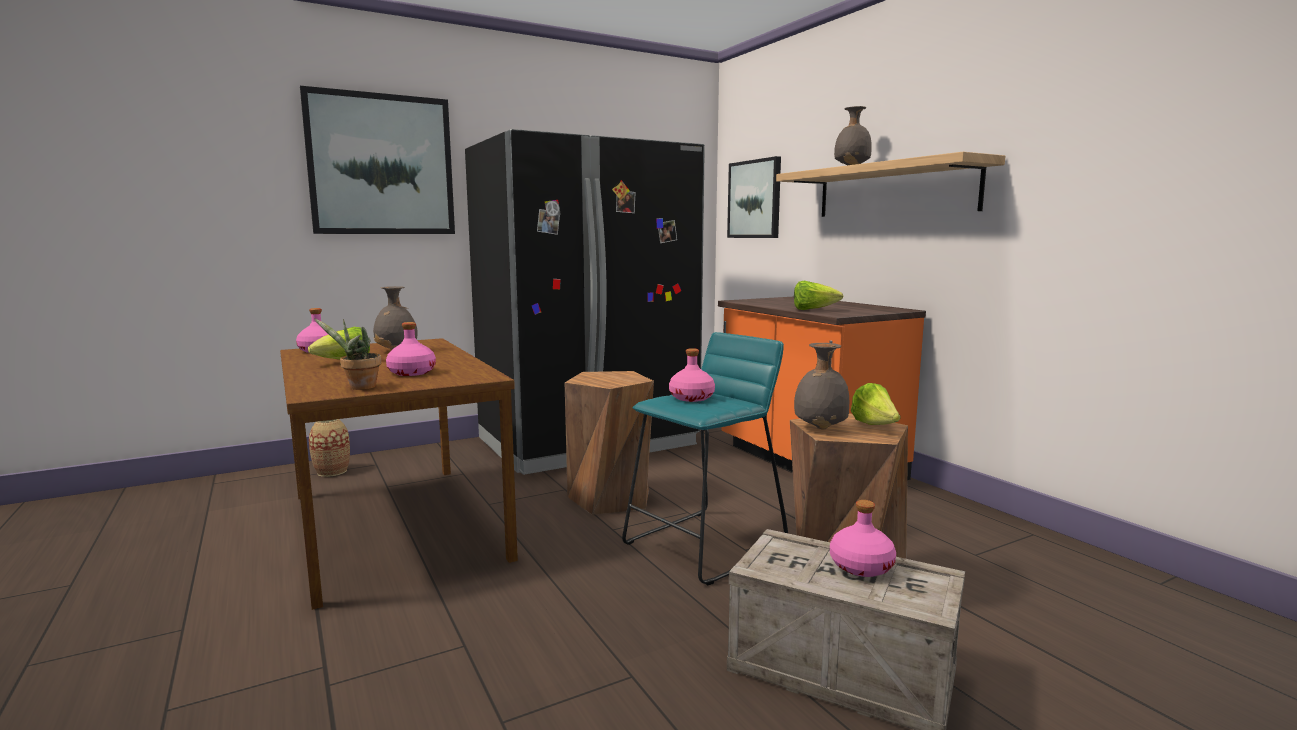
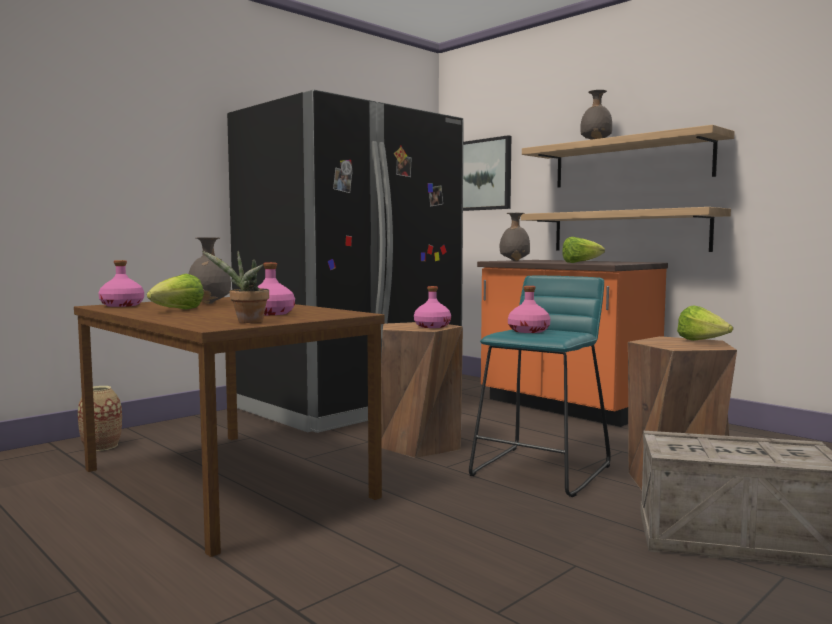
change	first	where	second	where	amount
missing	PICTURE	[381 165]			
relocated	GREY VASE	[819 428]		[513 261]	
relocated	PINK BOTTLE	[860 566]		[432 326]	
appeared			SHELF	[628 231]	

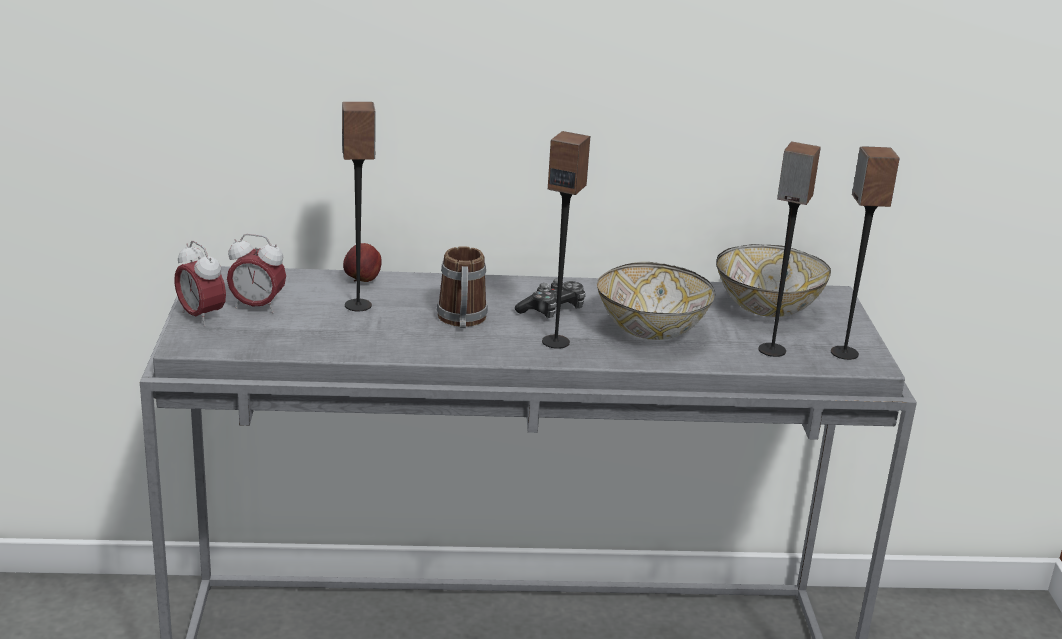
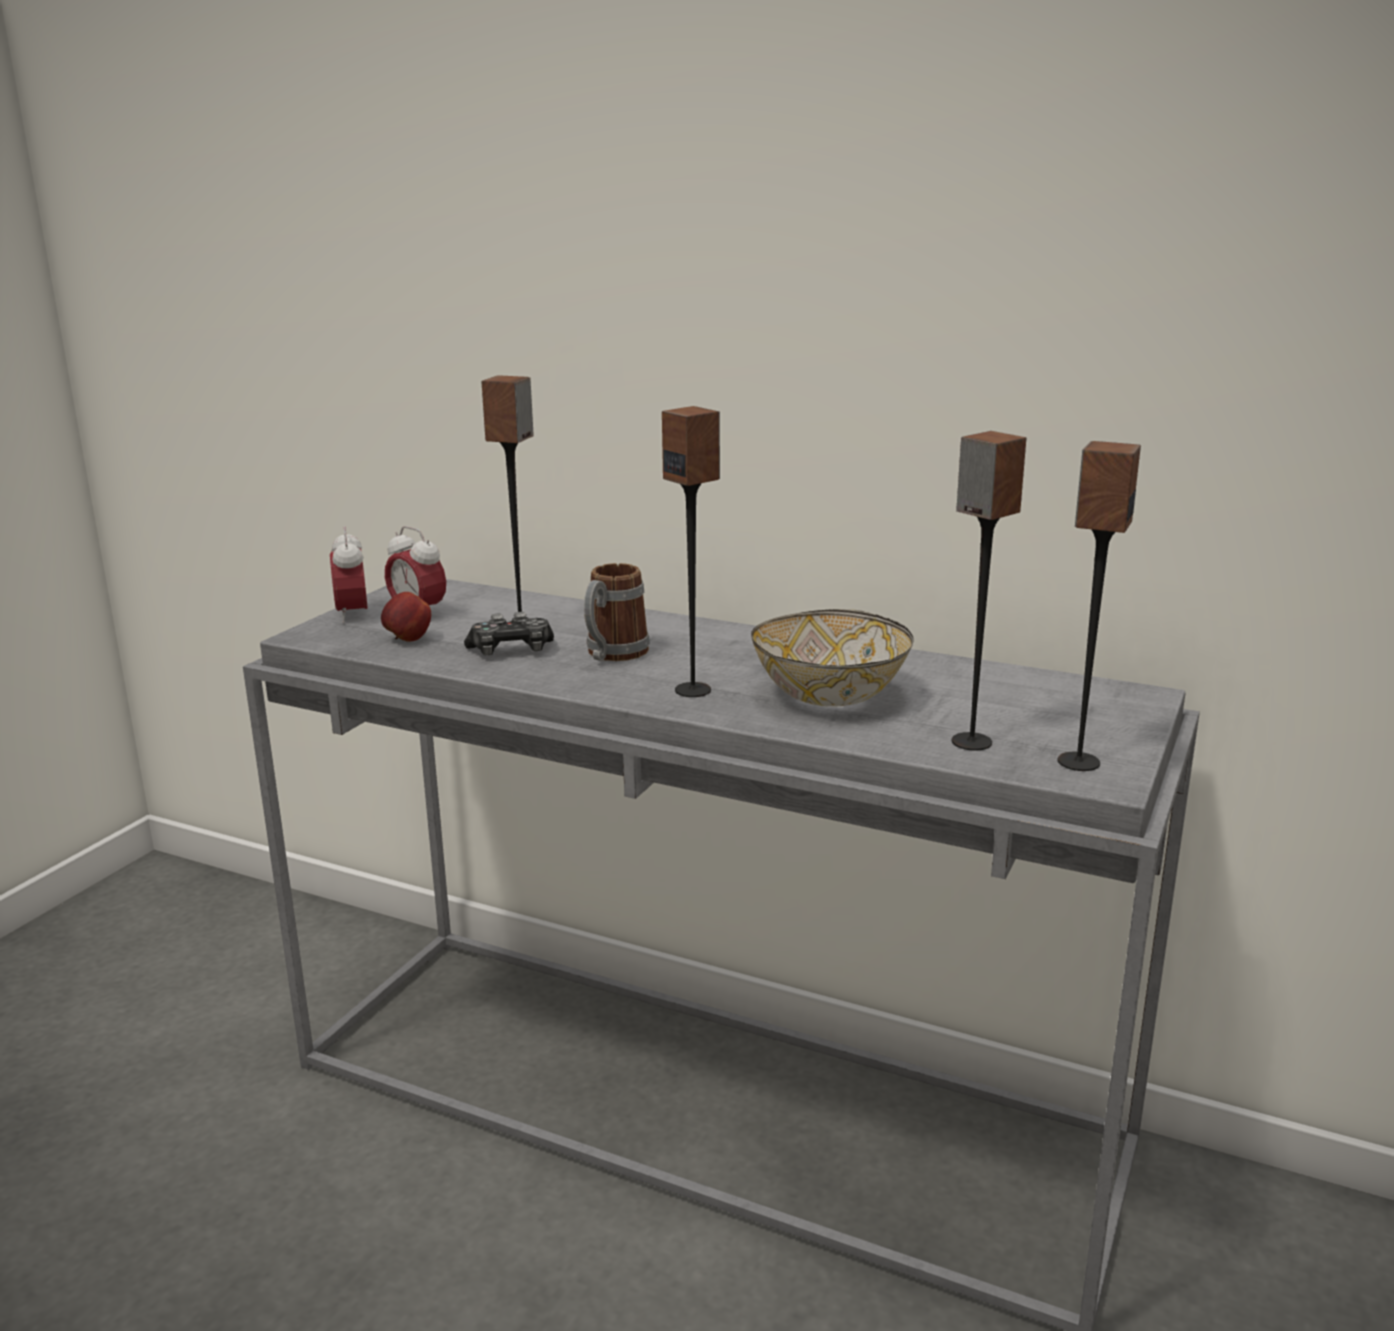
change	first	where	second	where	amount
relocated	APPLE	[362 280]		[408 640]	
missing	BOWL	[765 308]			
relocated	GAME CONTROLLER	[553 310]		[511 651]	

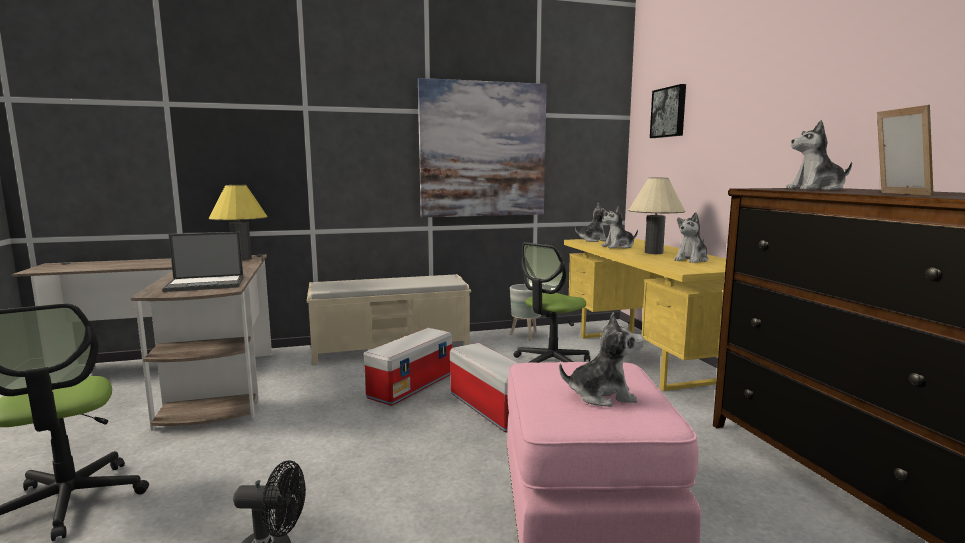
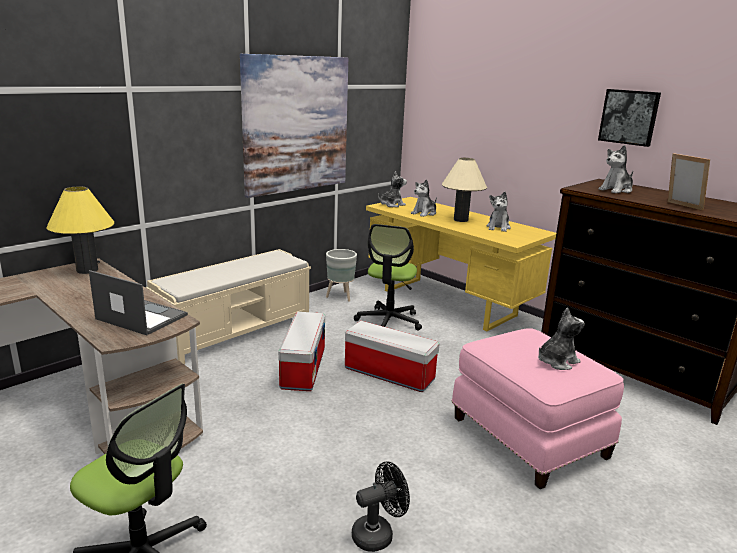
change	first	where	second	where	amount
relocated	PICTURE	[669 112]		[629 117]	
spun	LAPTOP	[206 284]		[140 317]	105 degrees counterclockwise

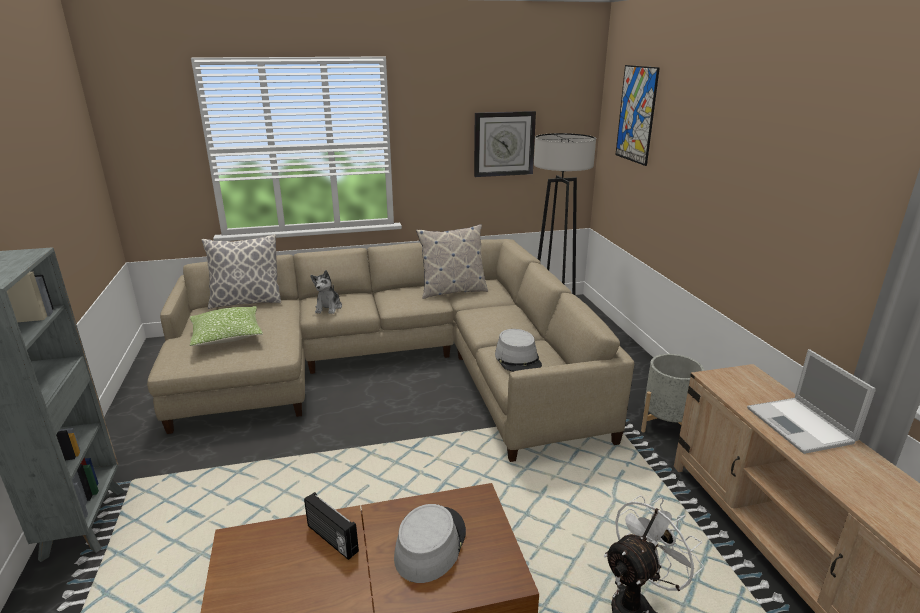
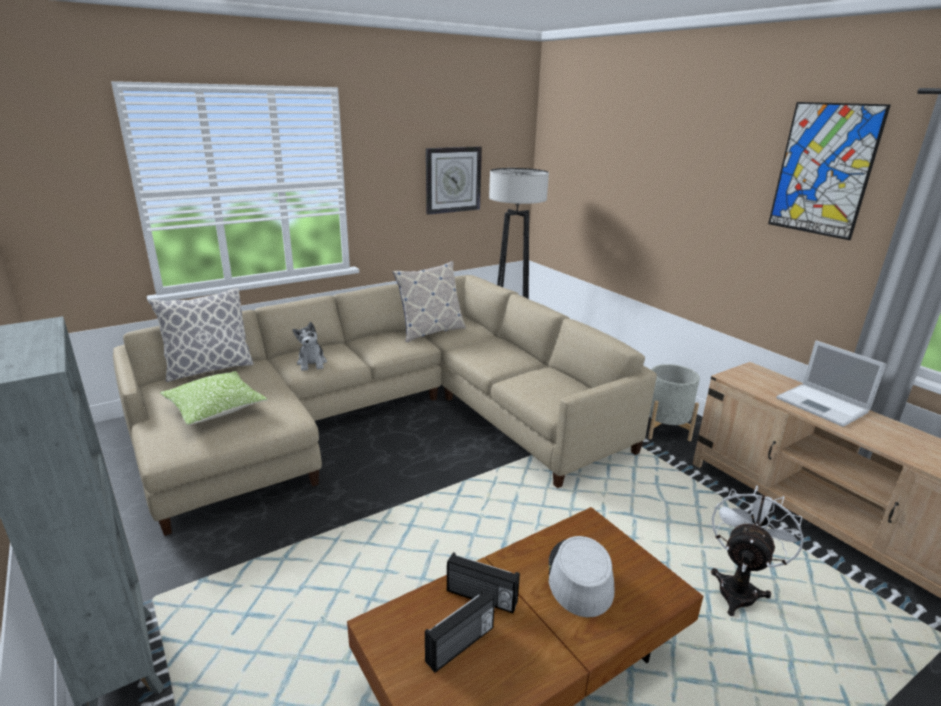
change	first	where	second	where	amount
relocated	PICTURE	[636 114]		[824 170]	
missing	GREY HAT	[518 359]			
appeared			RADIO	[461 645]	

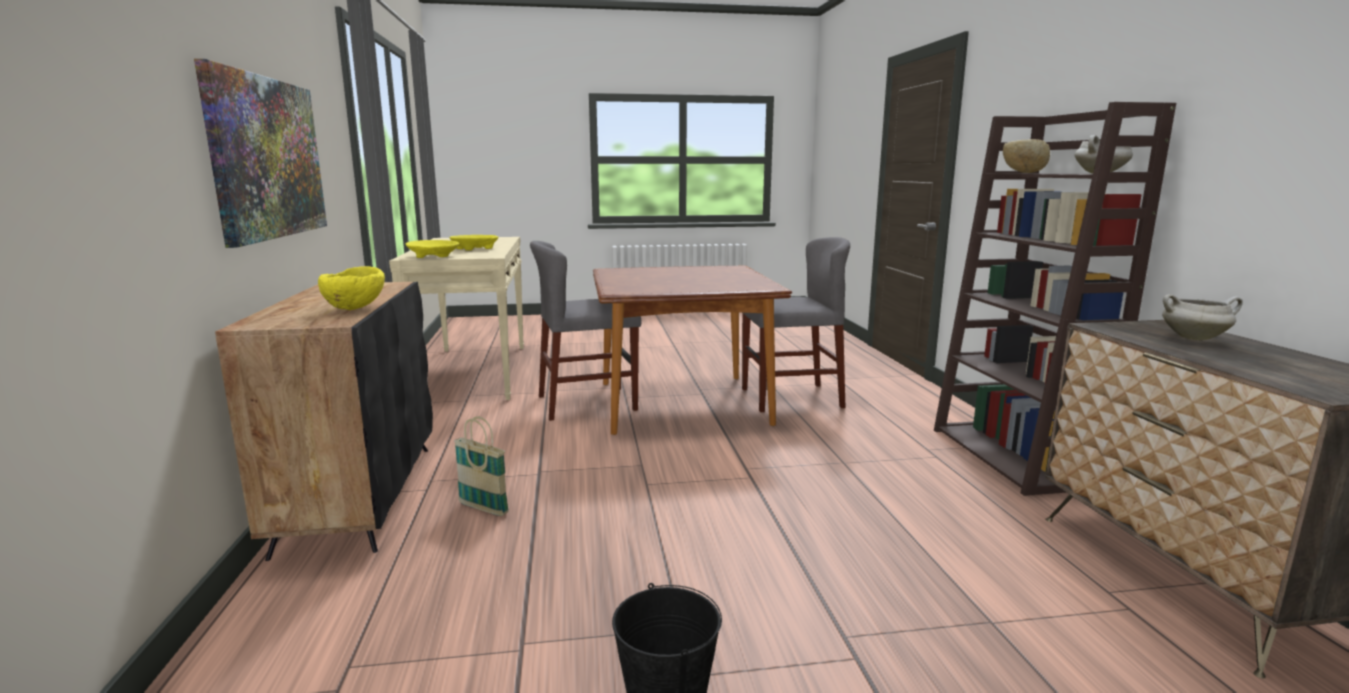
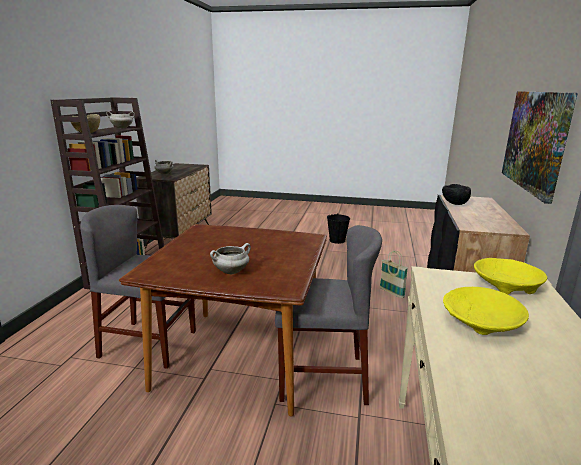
change	first	where	second	where	amount
colour	YELLOW BOWL	[355 309]	BLACK BOWL	[454 204]	
appeared			WHITE COOKING POT	[231 271]	

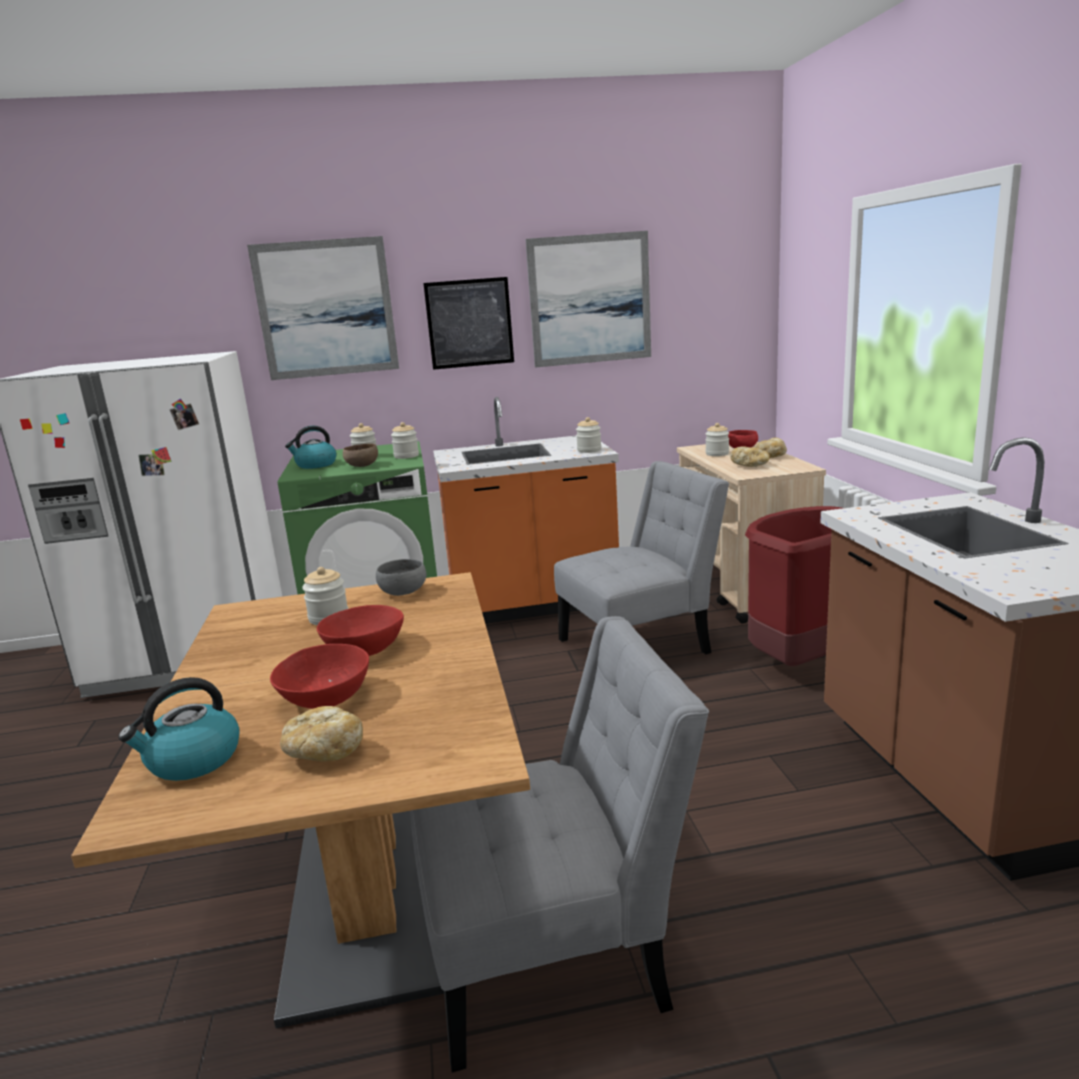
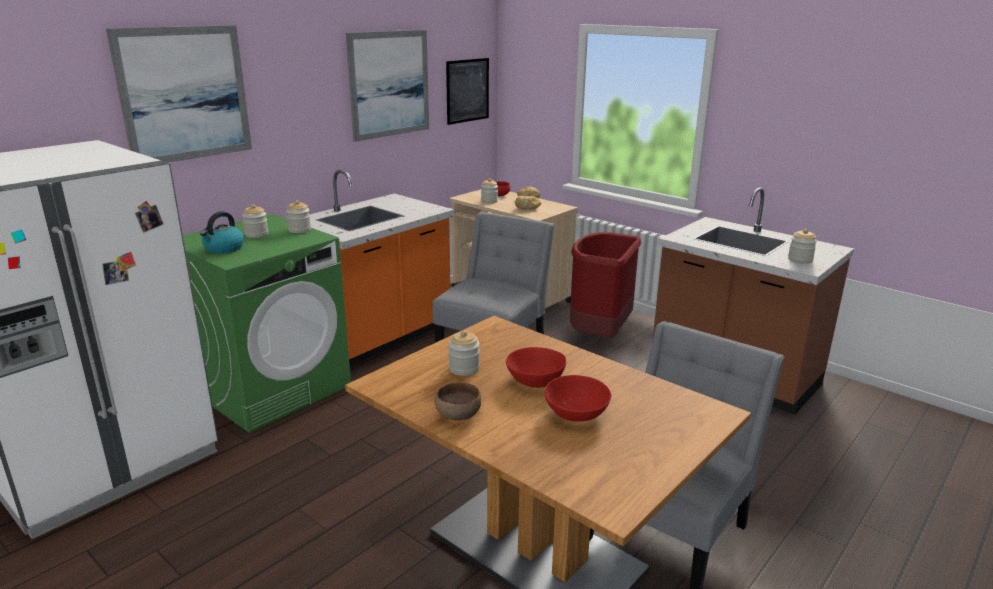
change	first	where	second	where	amount
relocated	PICTURE	[469 323]		[467 90]	
relocated	JAR	[589 450]		[800 259]	
relocated	BROWN BOWL	[361 466]		[457 415]	
missing	GREY BOWL	[403 592]			
missing	KETTLE	[193 760]			
missing	BREAD	[323 752]			

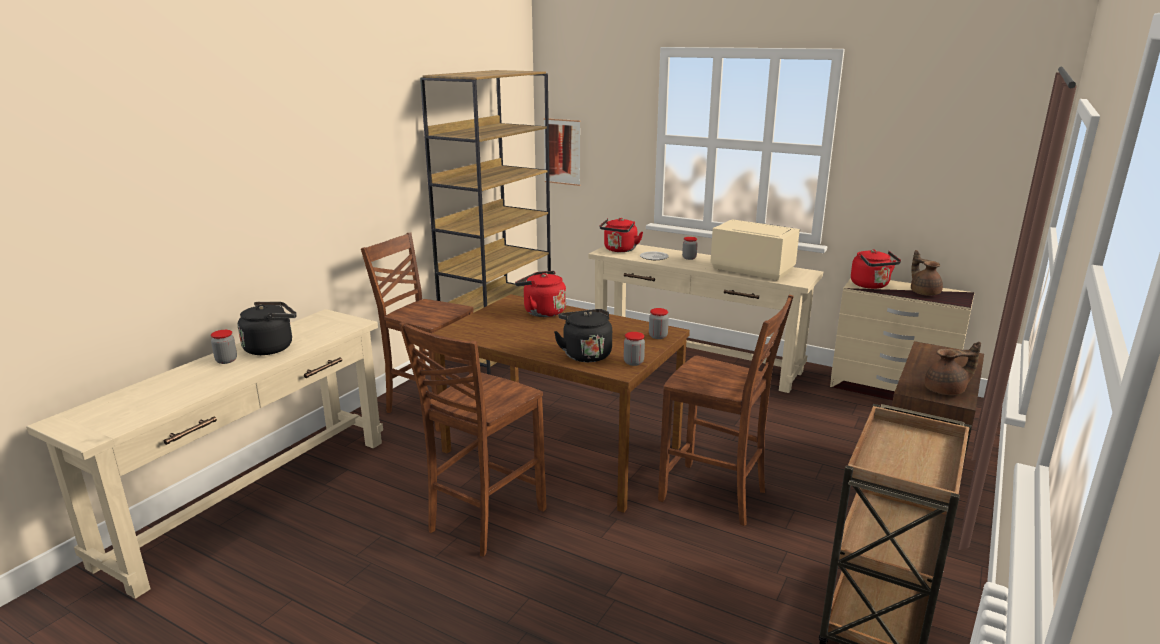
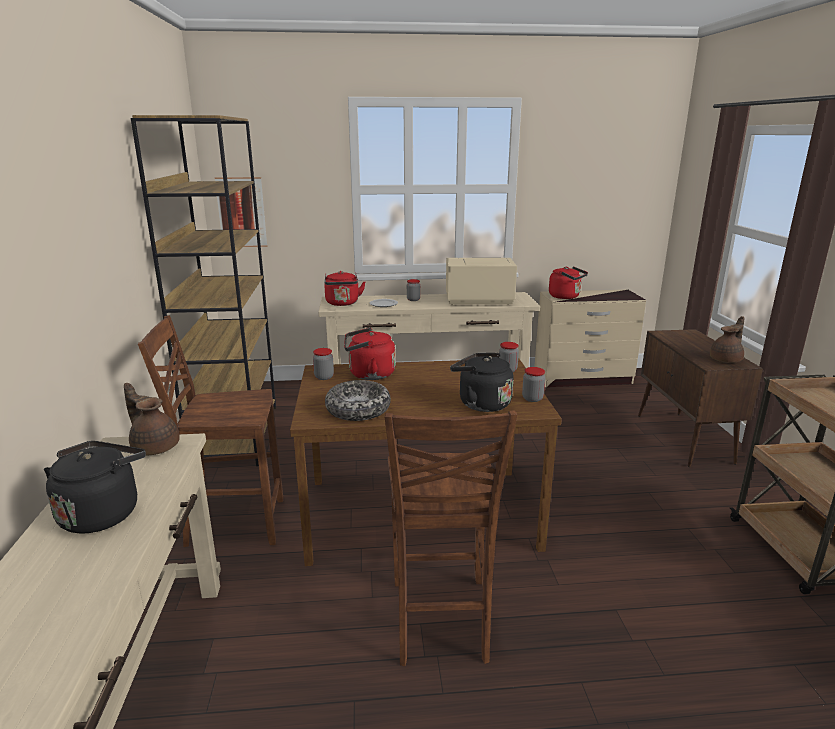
change	first	where	second	where	amount
relocated	BROWN TEAPOT	[924 292]		[155 446]	
missing	BROWN CHAIR	[715 496]			
relocated	JAR	[226 360]		[324 377]	
appeared			BOWL	[358 410]	

